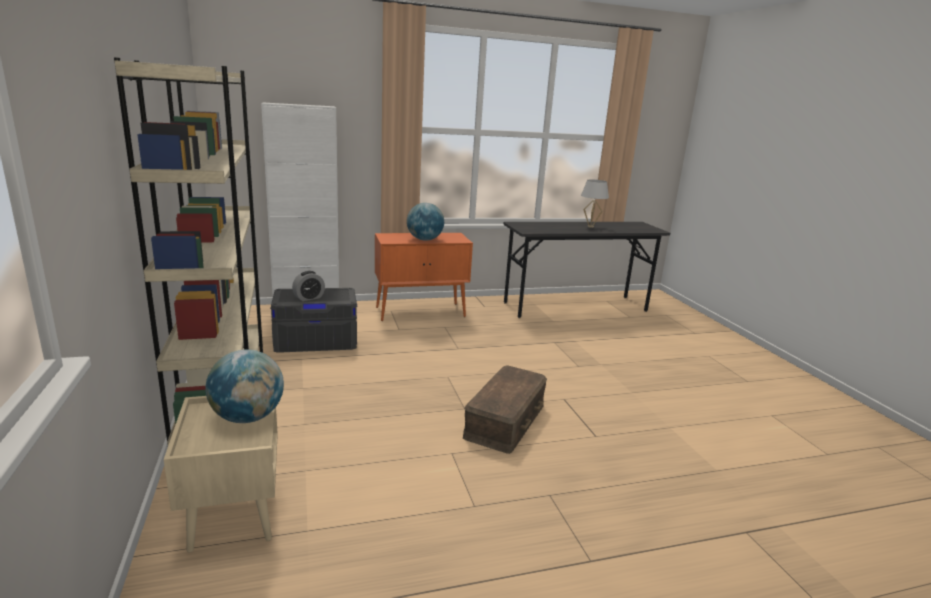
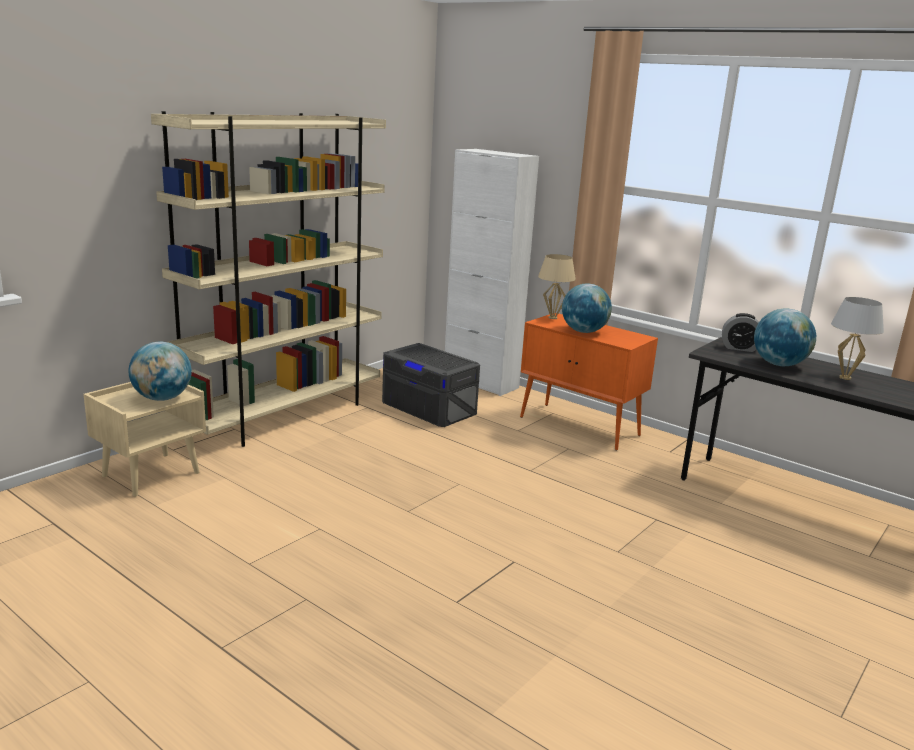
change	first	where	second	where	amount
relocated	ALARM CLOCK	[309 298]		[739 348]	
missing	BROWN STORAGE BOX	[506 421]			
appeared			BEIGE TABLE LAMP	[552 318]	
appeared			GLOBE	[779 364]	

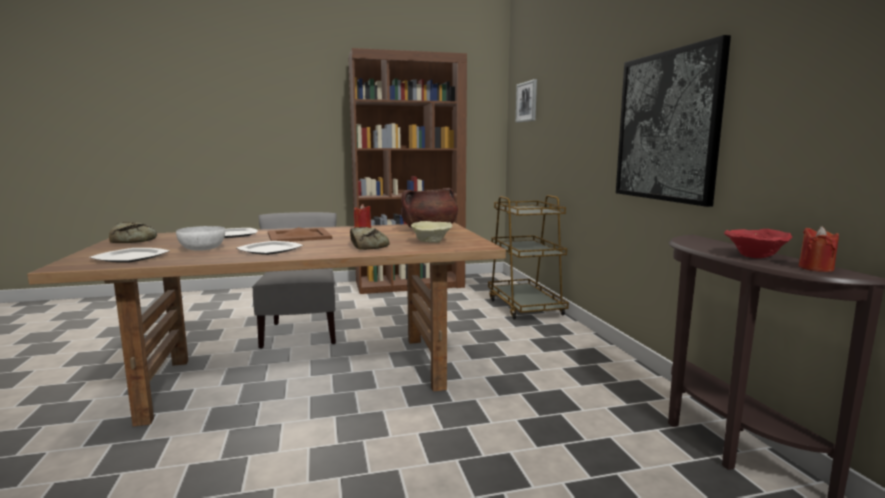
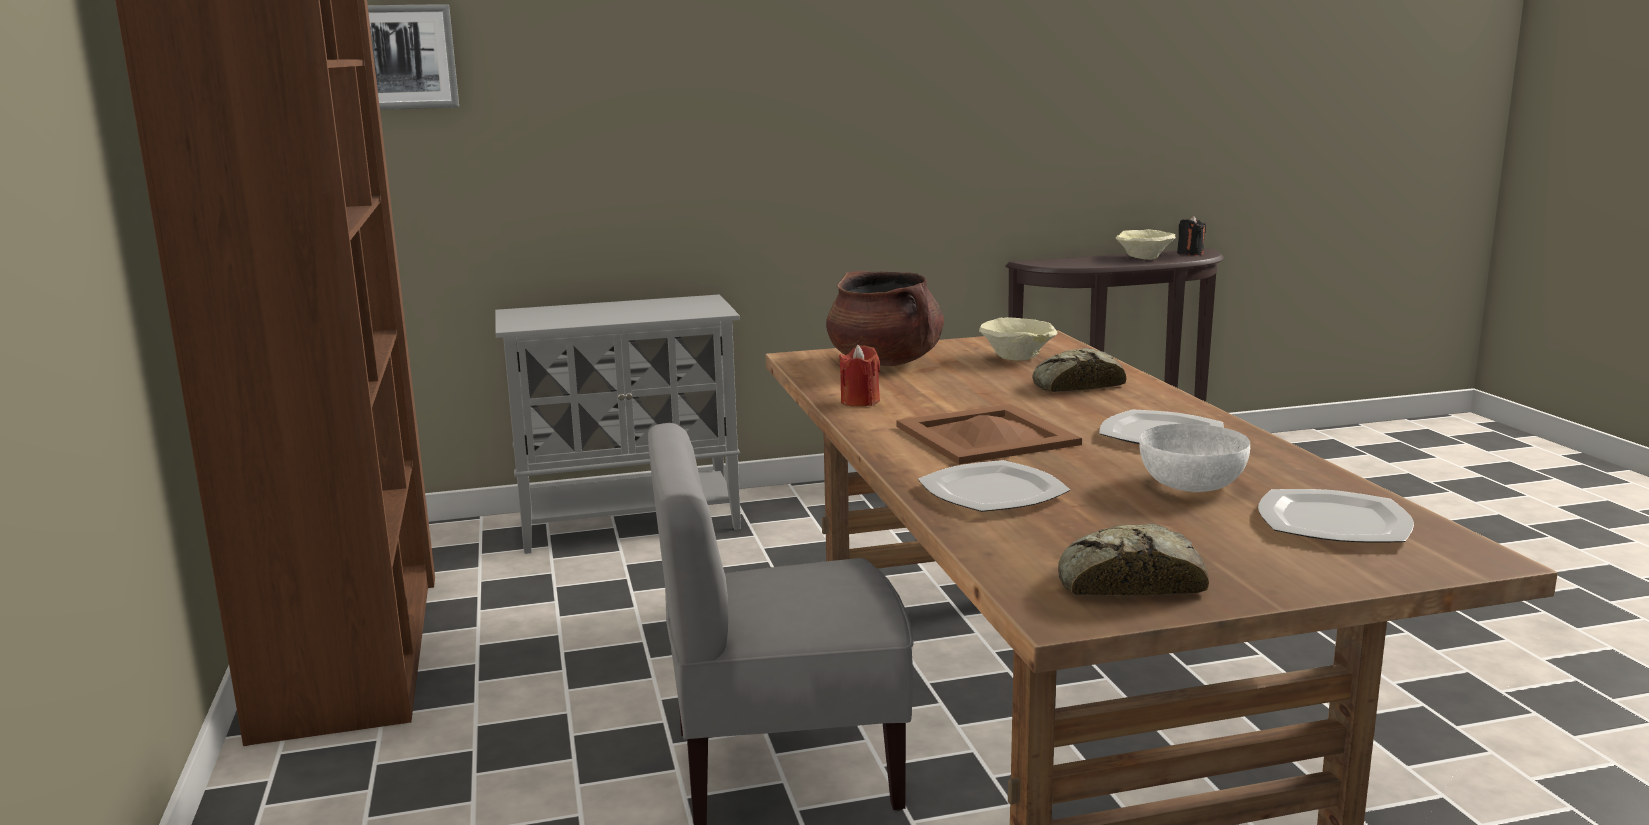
change	first	where	second	where	amount
missing	PICTURE	[667 126]			
exchanged	BROWN CART	[525 307]	GREY CABINET	[631 523]	
colour	RED CANDLE	[815 268]	BLACK CANDLE	[1190 253]	
colour	RED BOWL	[753 256]	BEIGE BOWL	[1144 258]	

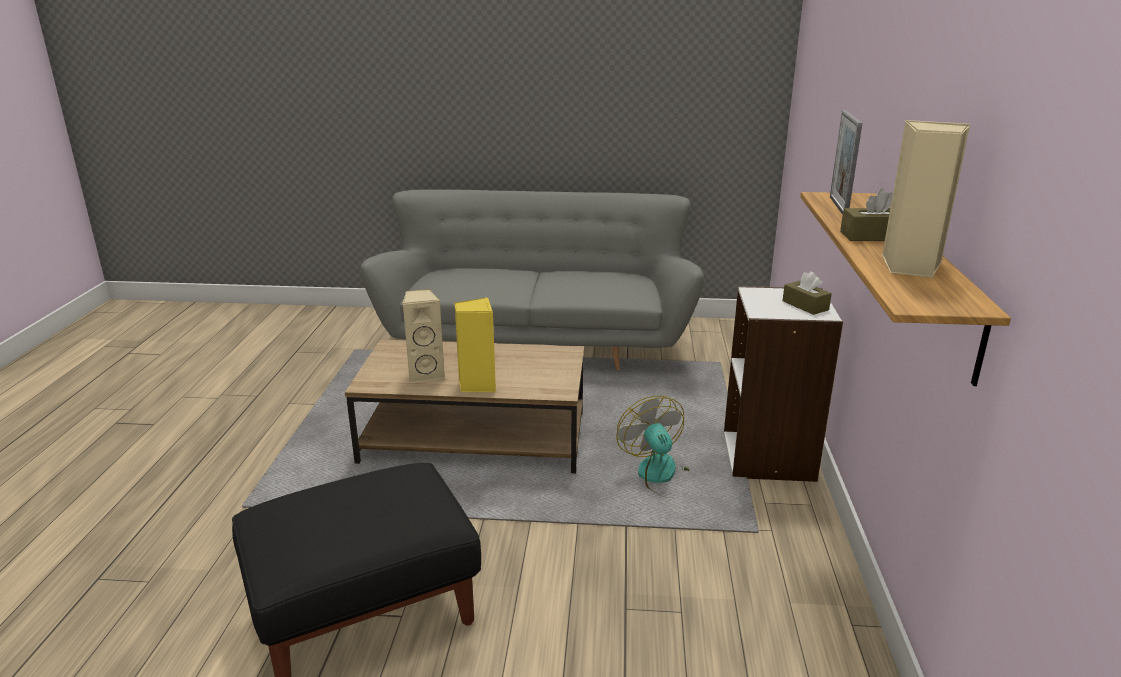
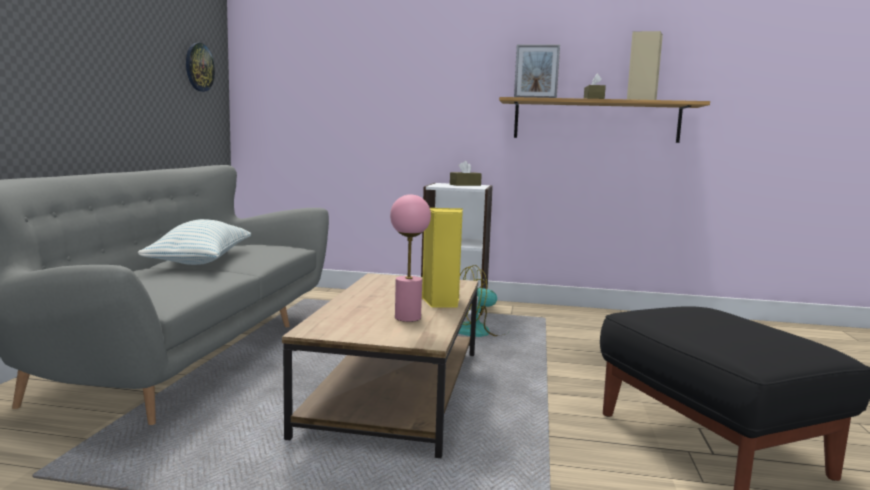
change	first	where	second	where	amount
exchanged	BEIGE SPEAKER	[426 374]	PINK TABLE LAMP	[407 317]	
appeared			WALL CLOCK	[199 67]	
appeared			PILLOW	[201 261]	

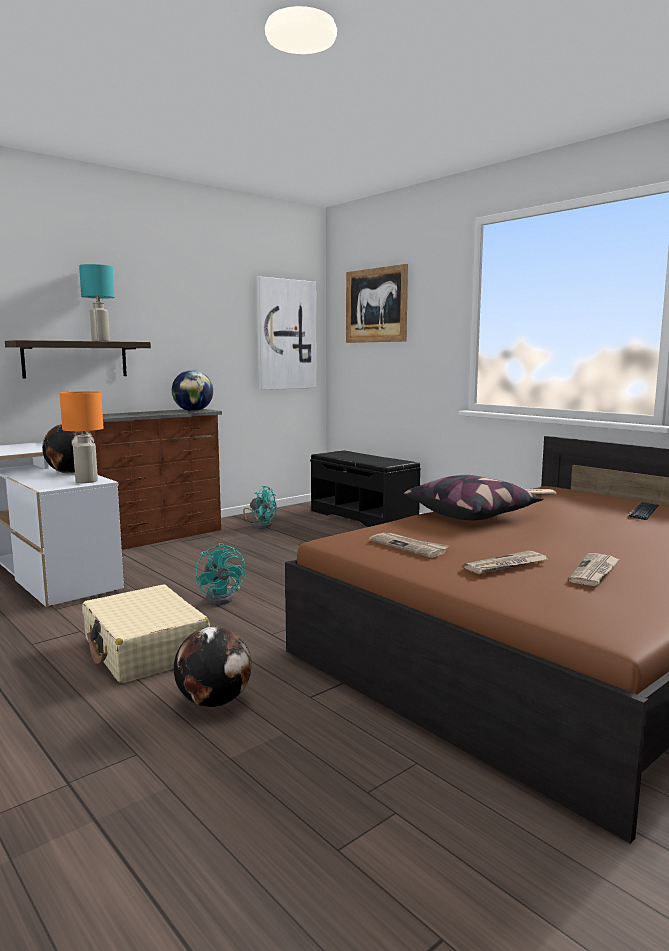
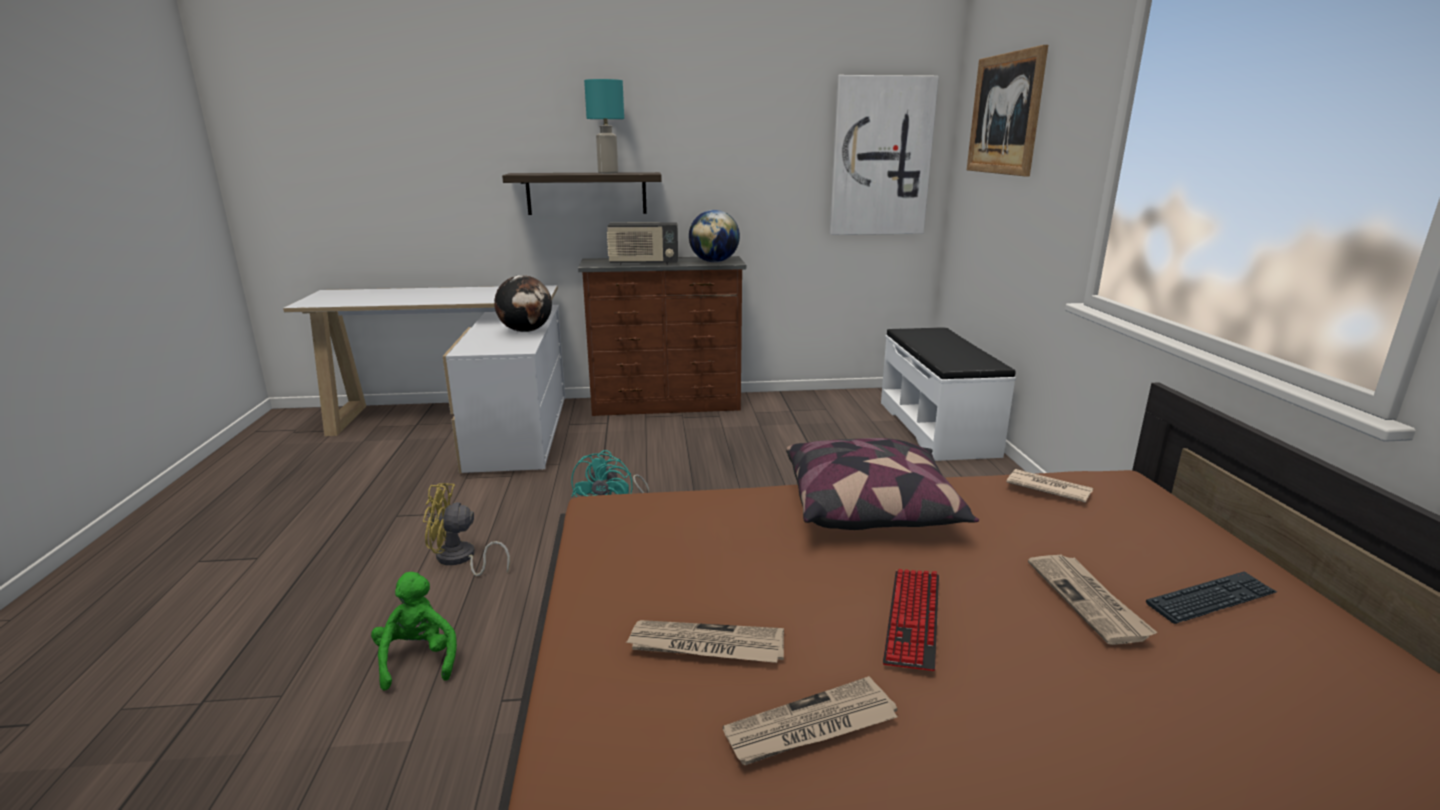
change	first	where	second	where	amount
missing	ORANGE TABLE LAMP	[87 481]			
colour	BLACK BENCH	[363 516]	WHITE BENCH	[937 428]	
missing	TURQUOISE FAN	[261 525]			
relocated	NEWSPAPER	[409 546]		[1088 600]	
exchanged	BEIGE SUITCASE	[145 650]	YELLOW FAN	[460 559]	
exchanged	GLOBE	[214 701]	GREEN PLUSH TOY	[418 659]	
appeared			RADIO	[643 263]	
appeared			KEYBOARD	[912 619]	

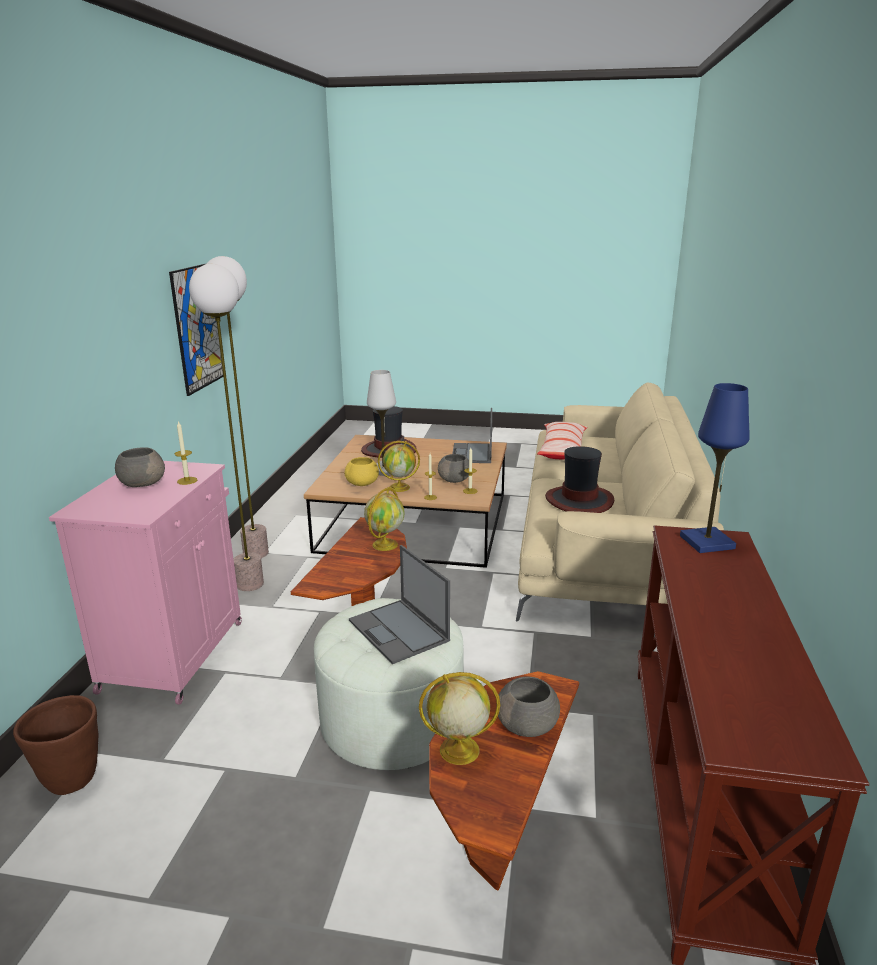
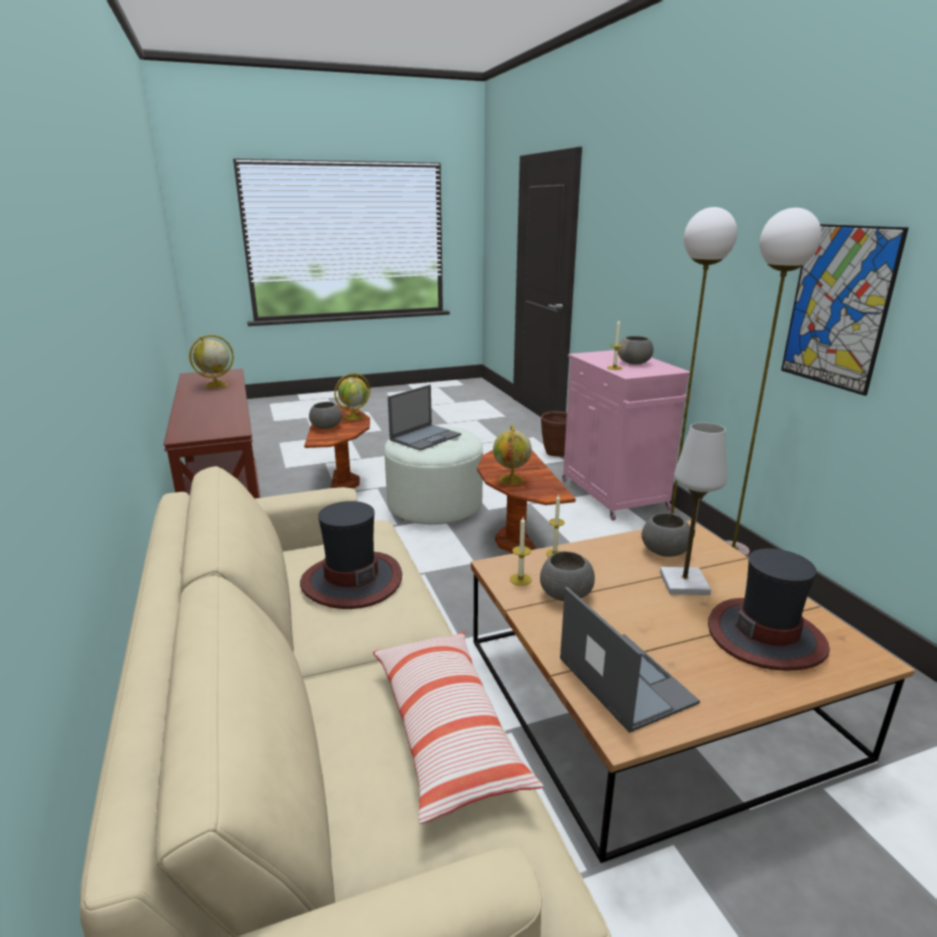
change	first	where	second	where	amount
missing	BLUE TABLE LAMP	[707 542]			
relocated	GLOBE	[400 487]		[215 385]	
colour	YELLOW BOWL	[362 483]	GREY BOWL	[663 551]	
spun	LAPTOP	[399 631]		[426 437]	105 degrees clockwise

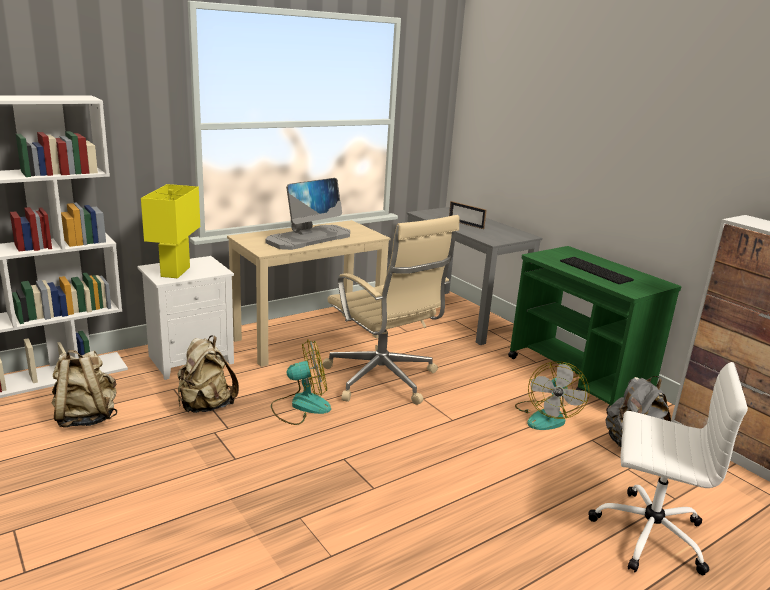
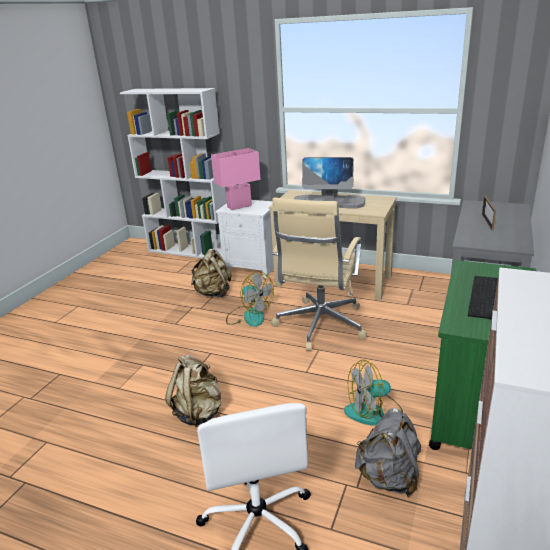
change	first	where	second	where	amount
colour	YELLOW TABLE LAMP	[175 272]	PINK TABLE LAMP	[239 206]	
relocated	BEIGE BACKPACK	[86 417]		[198 413]	

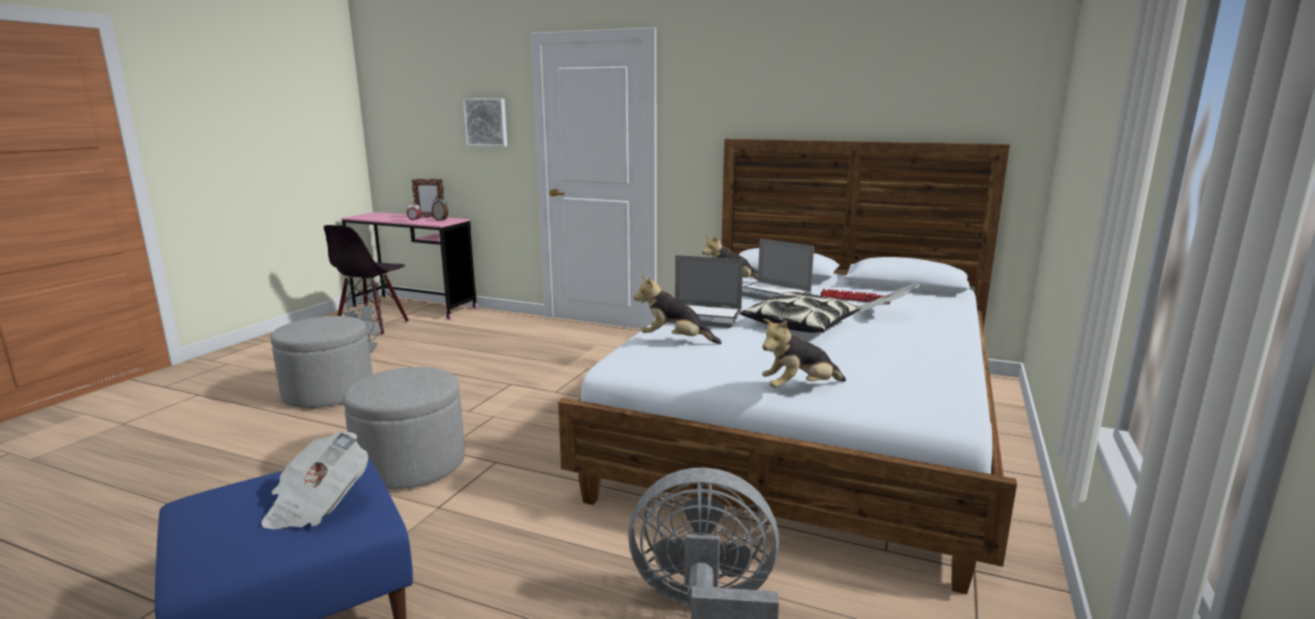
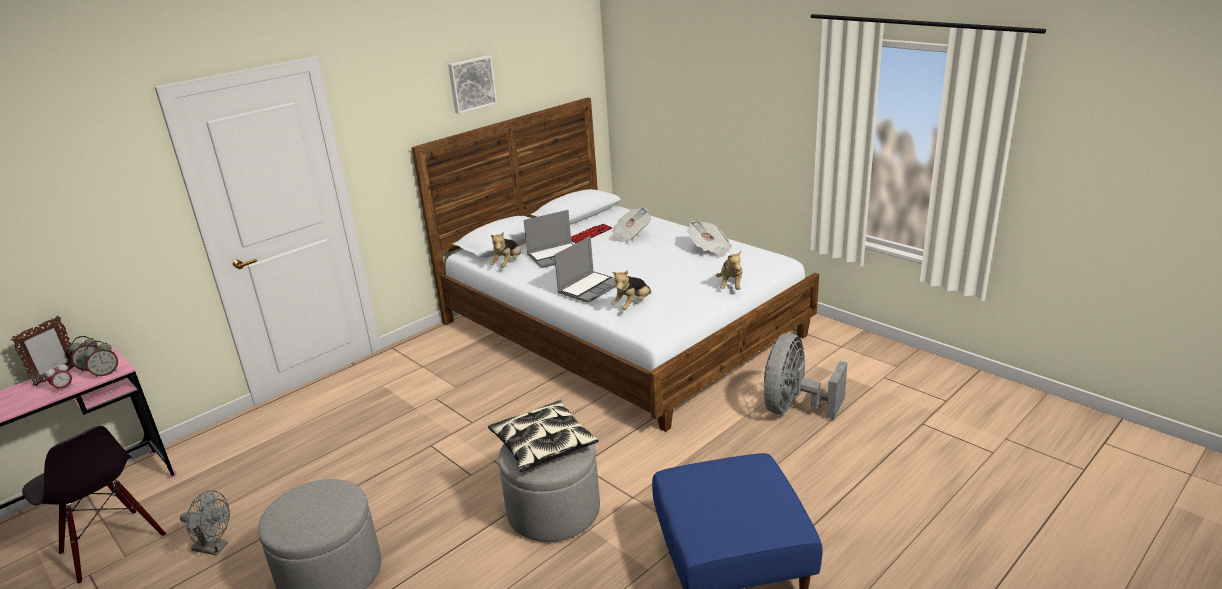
change	first	where	second	where	amount
relocated	PICTURE	[486 122]		[471 84]	
relocated	PILLOW	[800 324]		[543 444]	
relocated	NEWSPAPER	[317 505]		[709 249]	
appeared			ALARM CLOCK	[106 373]	

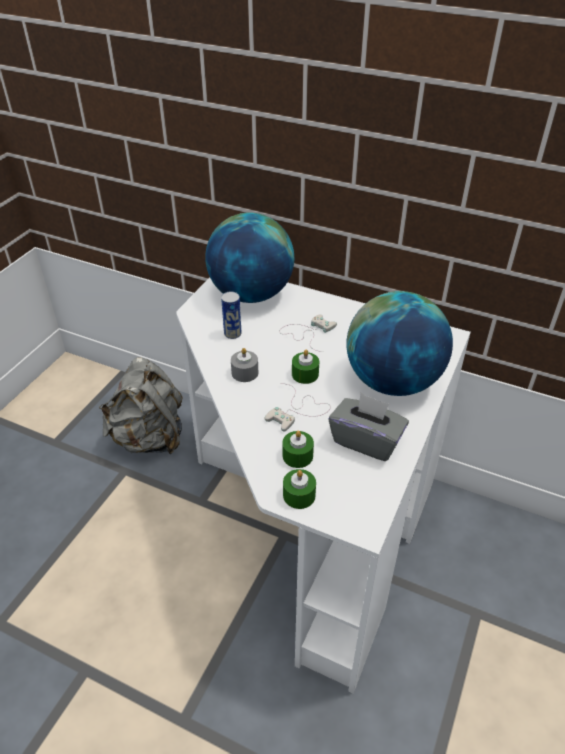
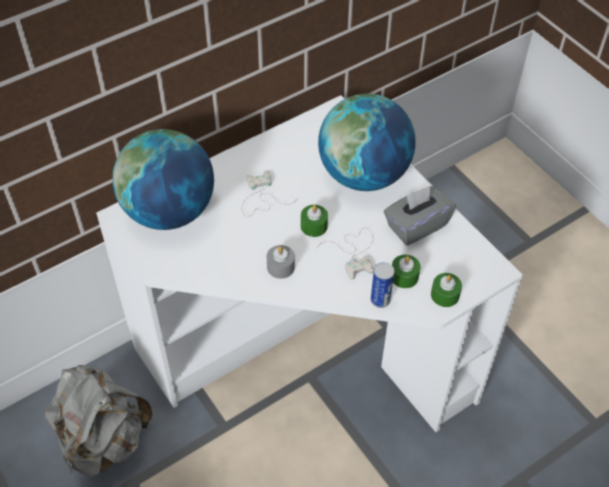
change	first	where	second	where	amount
relocated	CAN	[232 334]		[380 300]	

